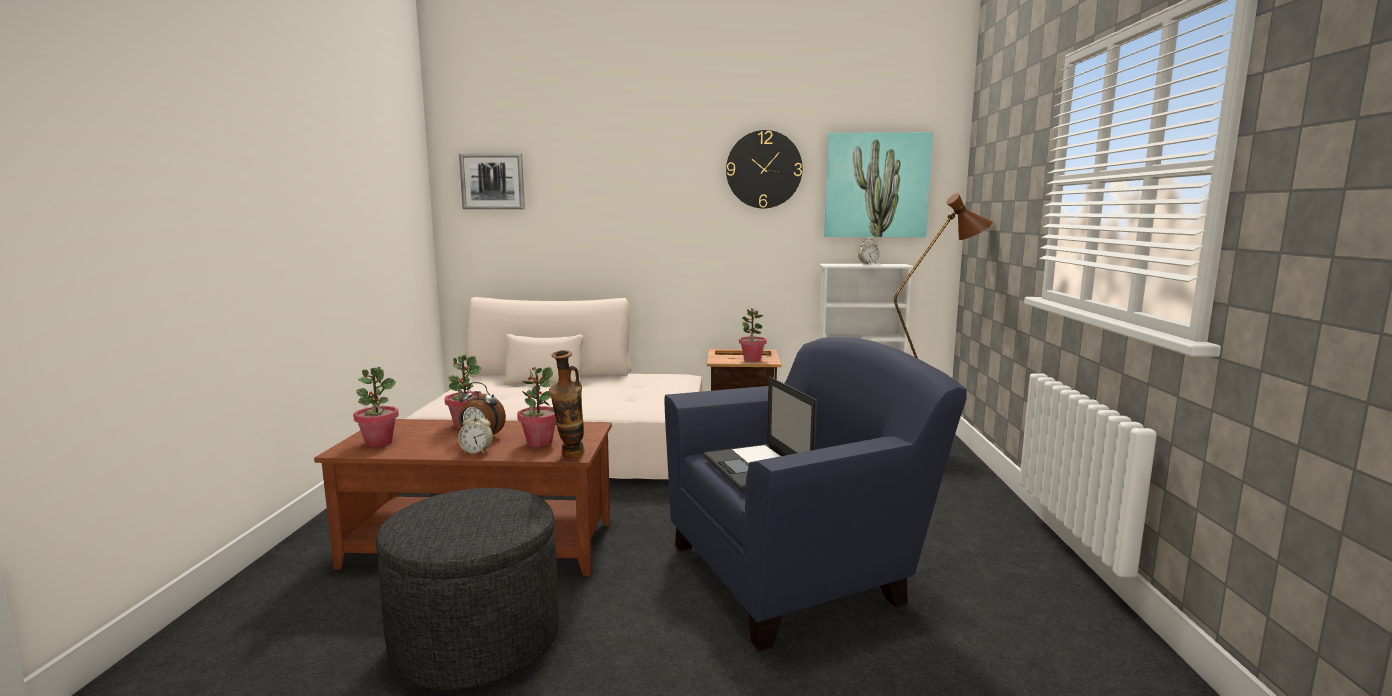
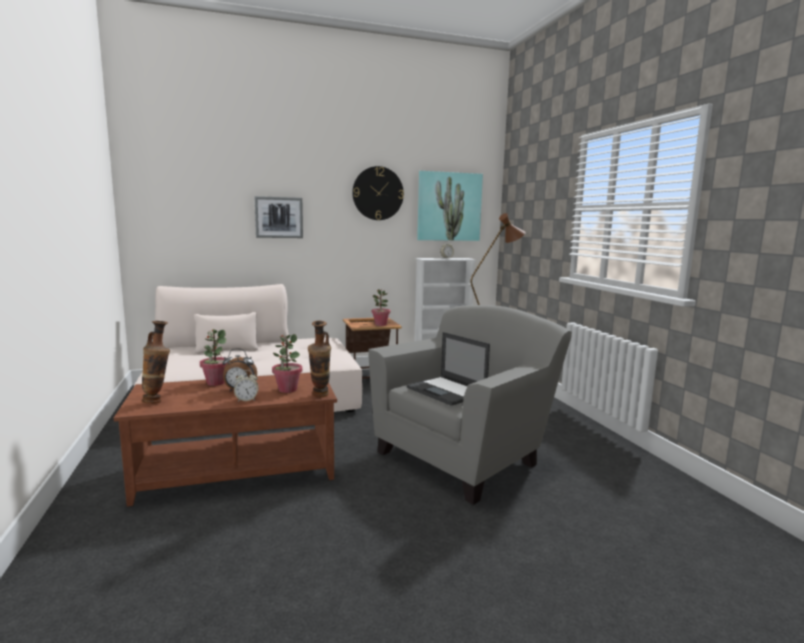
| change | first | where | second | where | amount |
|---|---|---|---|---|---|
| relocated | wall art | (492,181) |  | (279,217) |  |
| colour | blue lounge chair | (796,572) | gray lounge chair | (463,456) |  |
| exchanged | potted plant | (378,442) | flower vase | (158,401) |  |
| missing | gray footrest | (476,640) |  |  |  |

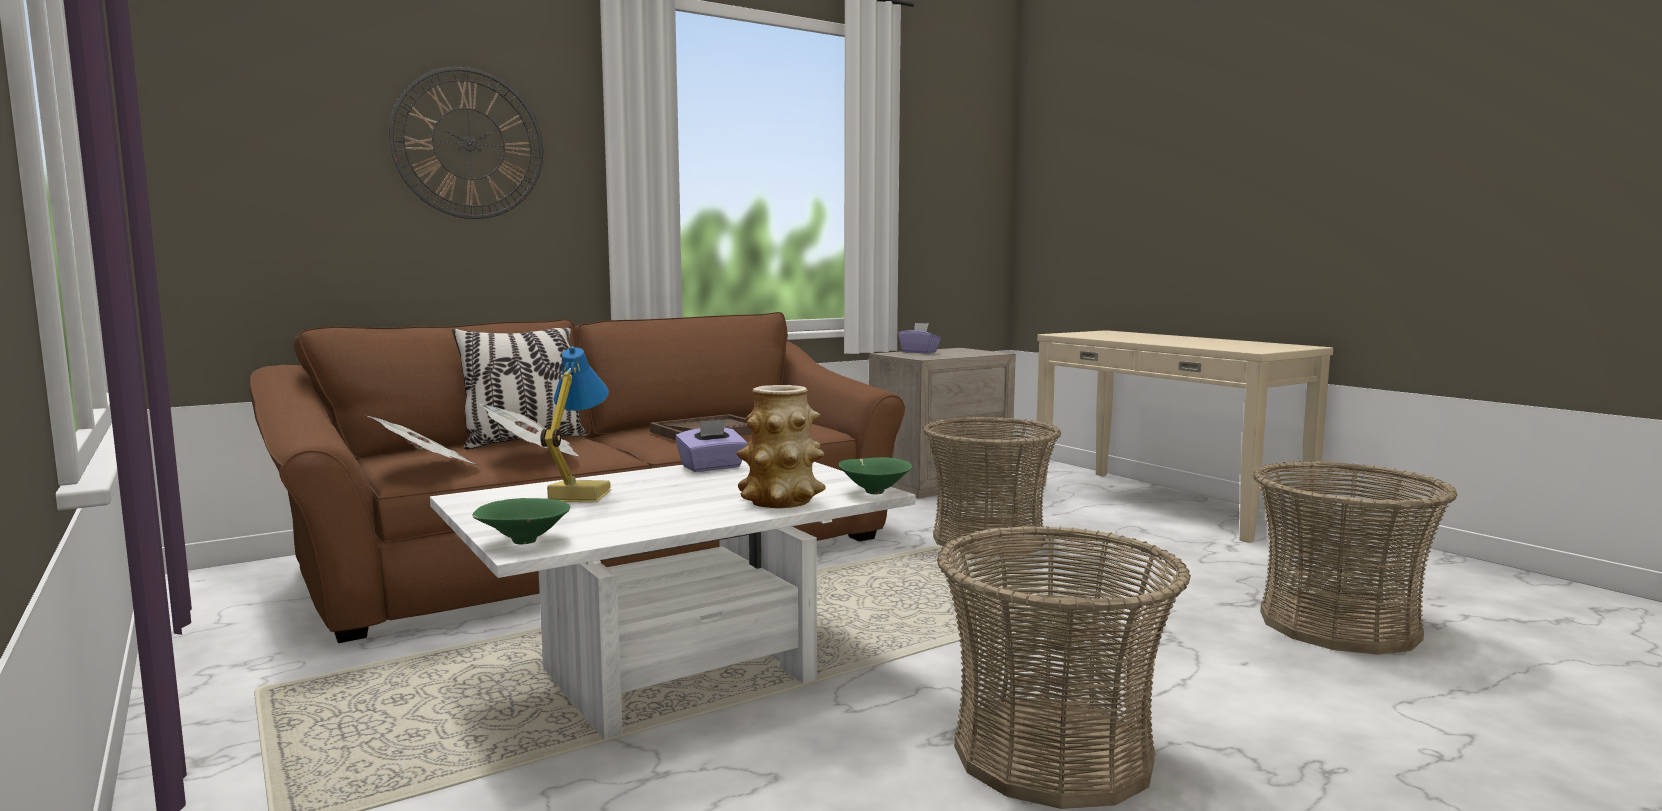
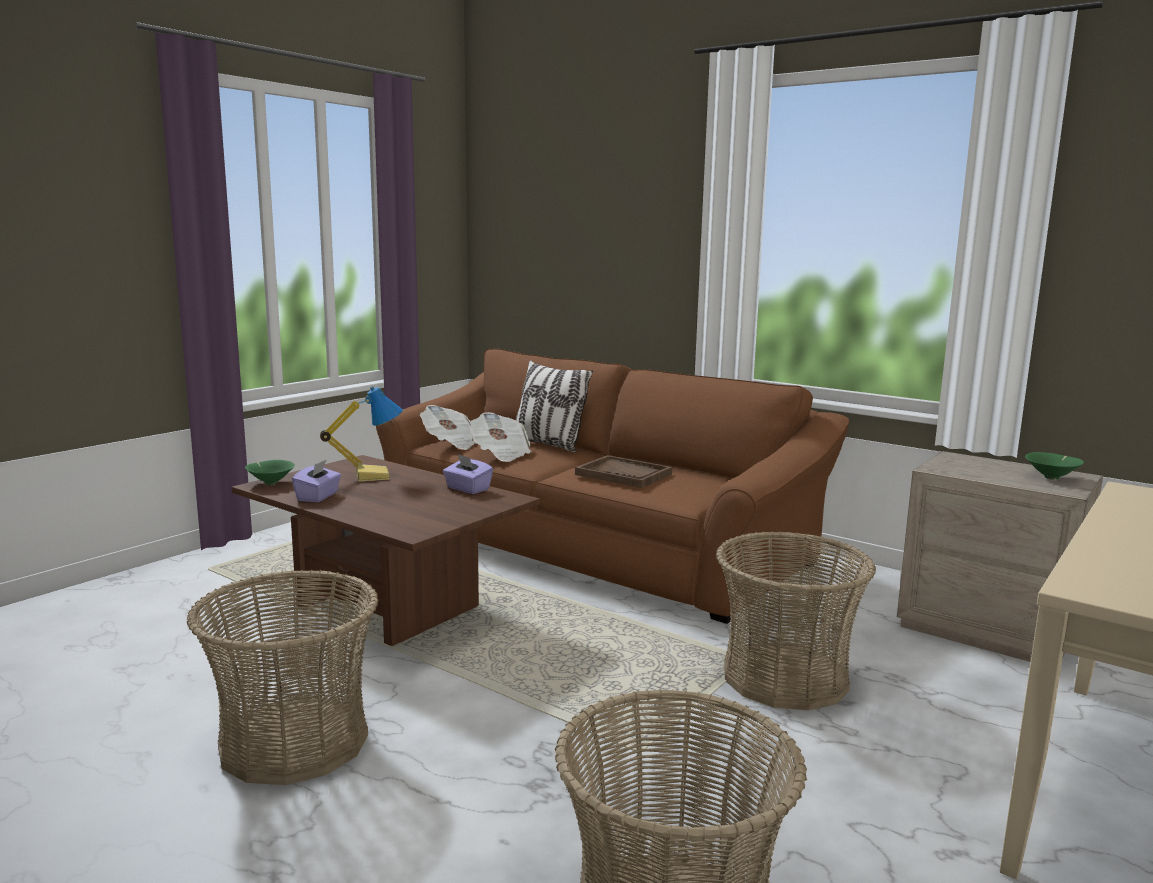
| change | first | where | second | where | amount |
|---|---|---|---|---|---|
| missing | hanging clock | (469,144) |  |  |  |
| relocated | purplish tissue holder | (919,352) |  | (318,496) |  |
| missing | flower vase | (781,501) |  |  |  |
| relocated | green serving bowl | (874,492) |  | (1052,478) |  |
| colour | white lounge table | (678,674) | brown lounge table | (388,606) |  |

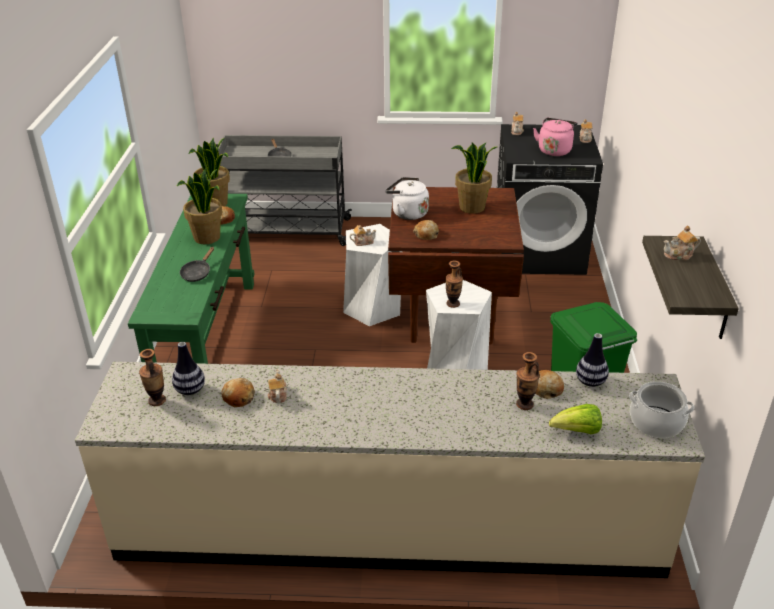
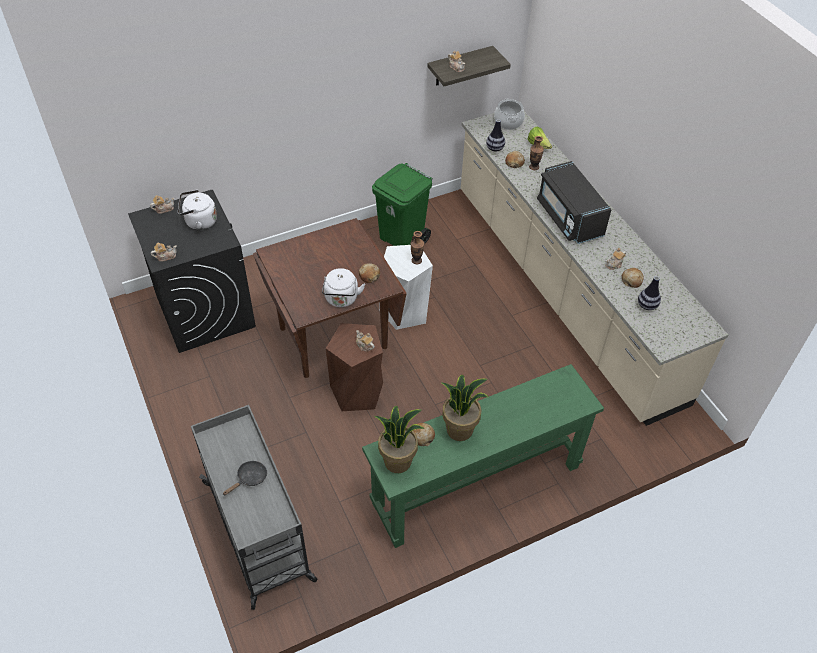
| change | first | where | second | where | amount |
|---|---|---|---|---|---|
| colour | pinkish kettle | (554,150) | white kettle | (199,222) |  |
| missing | potted plant | (472,207) |  |  |  |
| colour | white stool | (372,308) | brown stool | (357,391) |  |
| missing | blackish frying pan | (197,273) |  |  |  |
| missing | flower vase | (157,400) |  |  |  |
| appeared |  |  | blackish microwave | (569,217) |  |

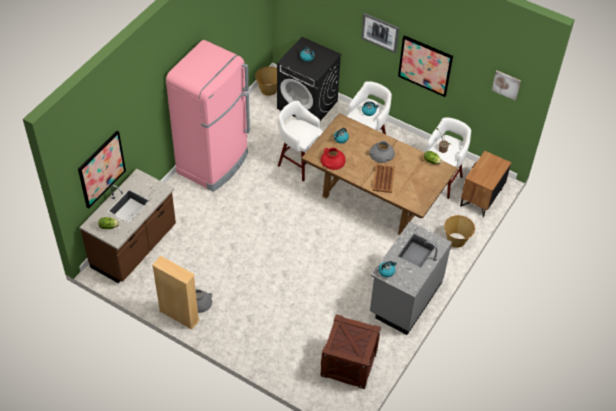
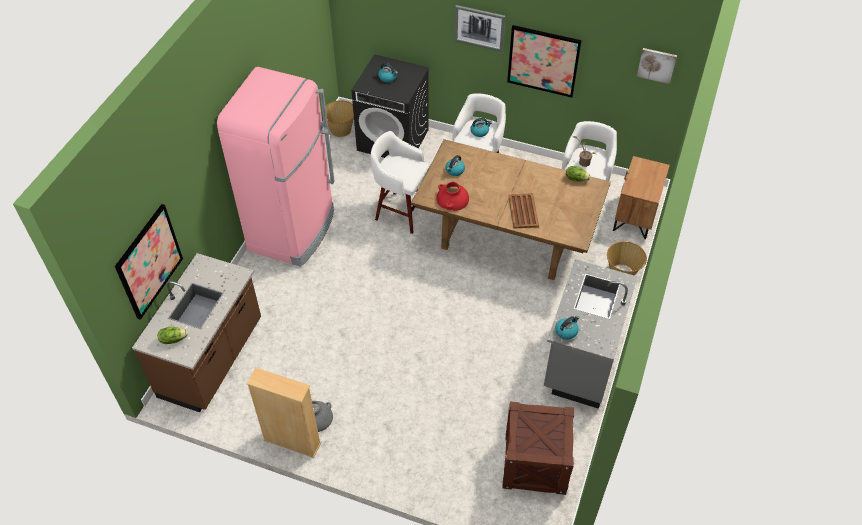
| change | first | where | second | where | amount |
|---|---|---|---|---|---|
| missing | gray flower vase | (382,154) |  |  |  |

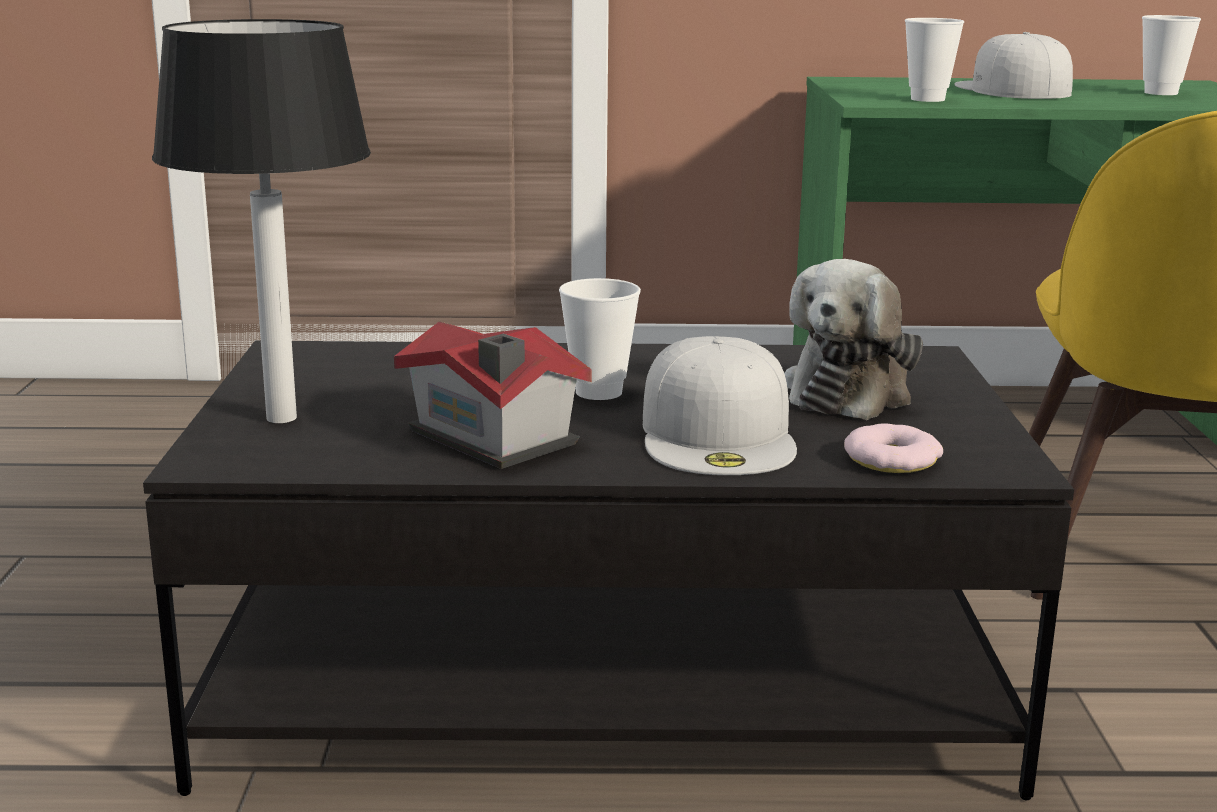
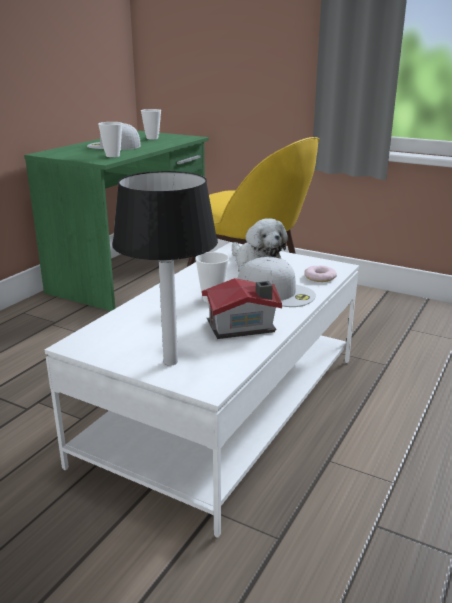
| change | first | where | second | where | amount |
|---|---|---|---|---|---|
| colour | blackish lounge table | (607,682) | white lounge table | (225,407) |  |

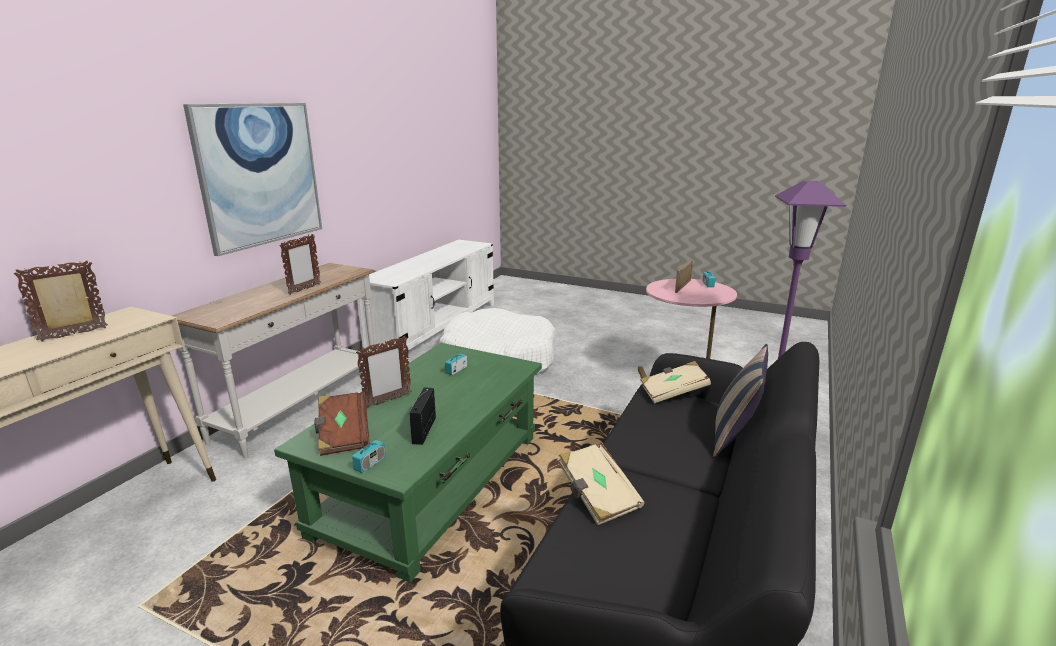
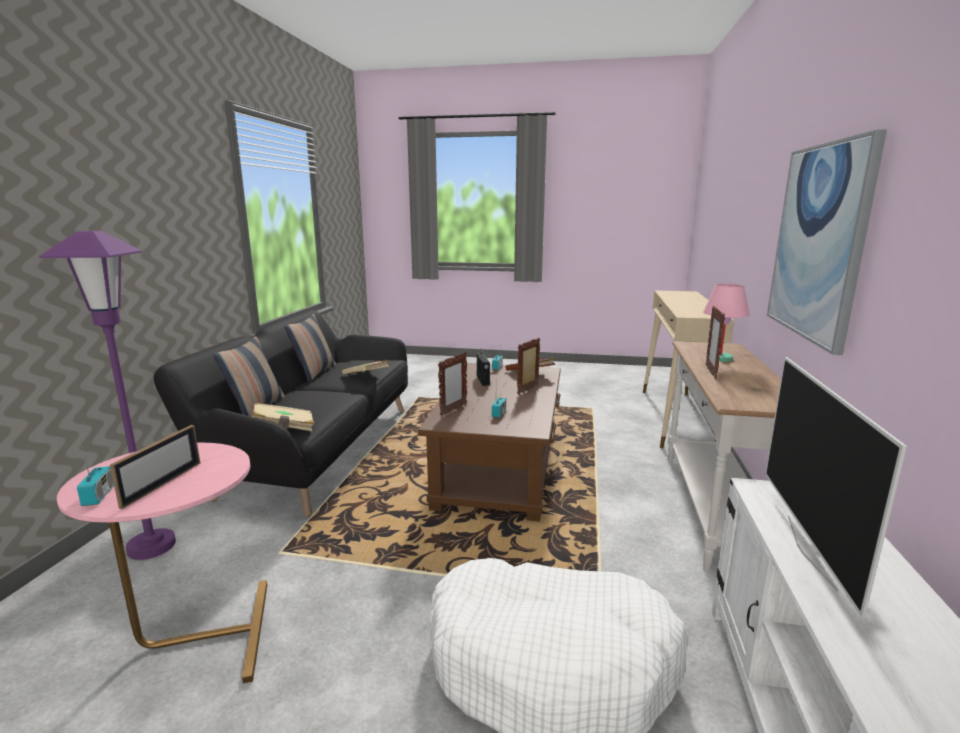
| change | first | where | second | where | amount |
|---|---|---|---|---|---|
| relocated | standing frame | (74,334) |  | (453,410) |  |
| colour | green lounge table | (431,483) | brown lounge table | (500,465) |  |
| appeared |  |  | pinkish lamp for a table | (720,358) |  |
| appeared |  |  | throw pillow | (314,373) |  |
| appeared |  |  | TV set | (812,550) |  |

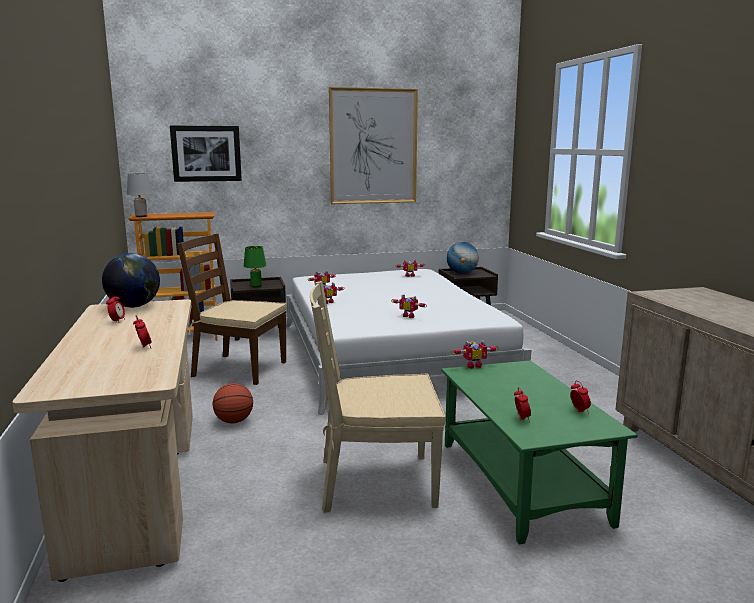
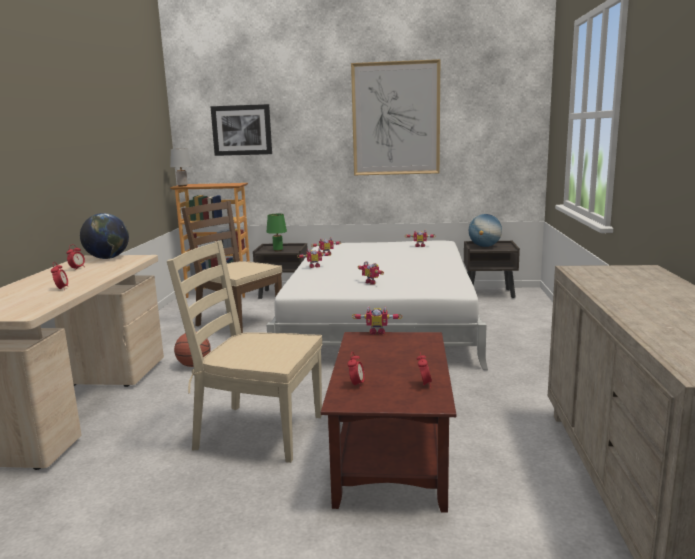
| change | first | where | second | where | amount |
|---|---|---|---|---|---|
| colour | green lounge table | (519,481) | brown lounge table | (391,451) |  |

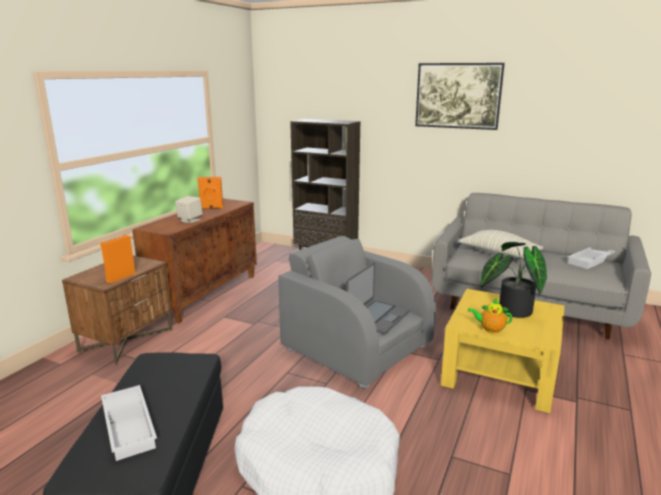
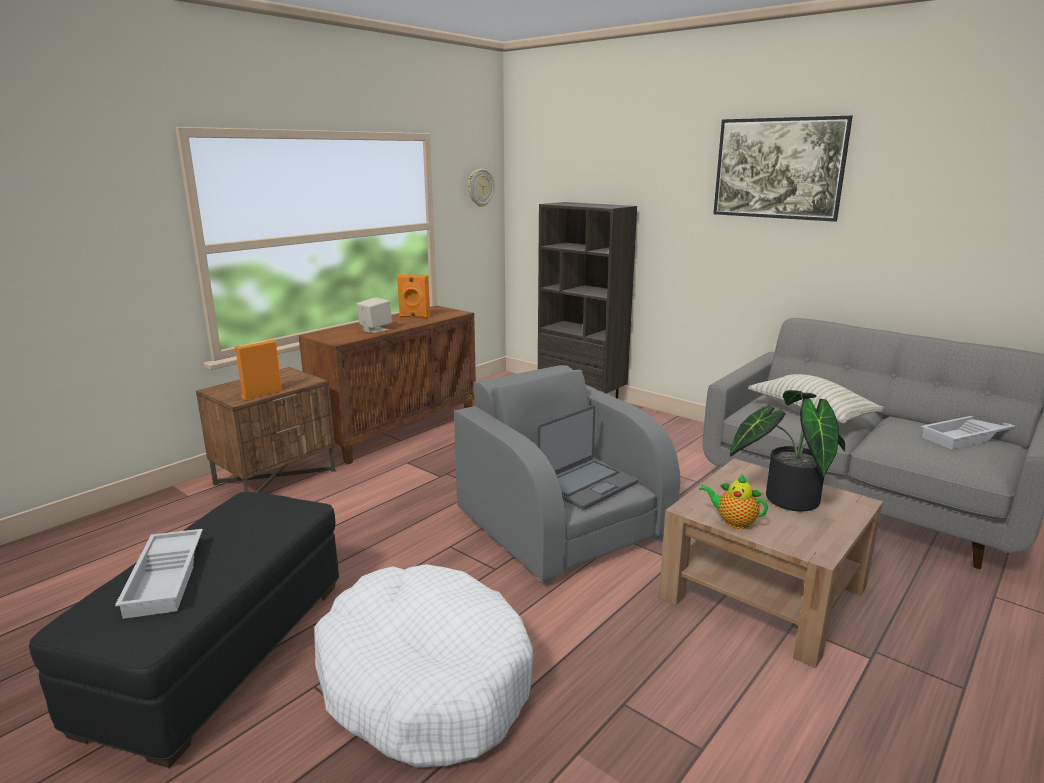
| change | first | where | second | where | amount |
|---|---|---|---|---|---|
| colour | yellow-coloured lounge table | (500,372) | brown lounge table | (763,592) |  |
| appeared |  |  | hanging clock | (480,187) |  |

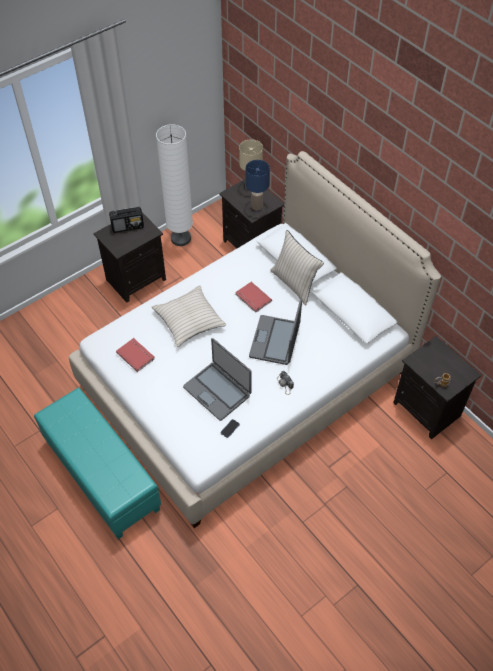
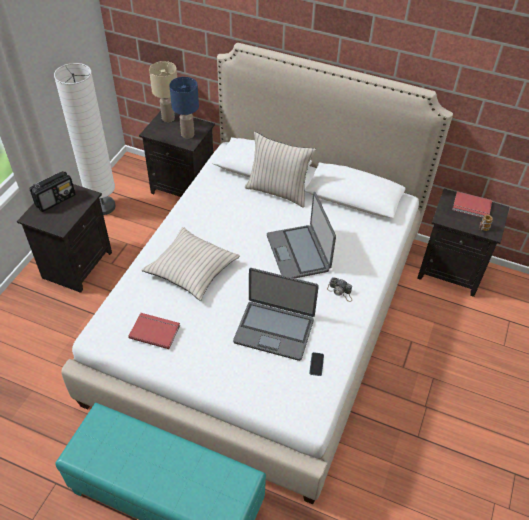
| change | first | where | second | where | amount |
|---|---|---|---|---|---|
| relocated | red-coloured volume | (252,298) |  | (471,207) |  |

